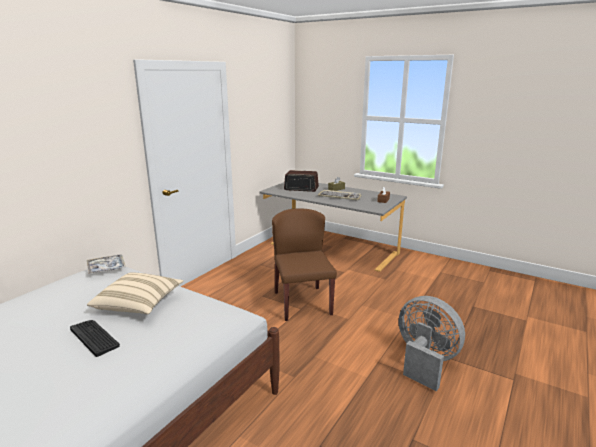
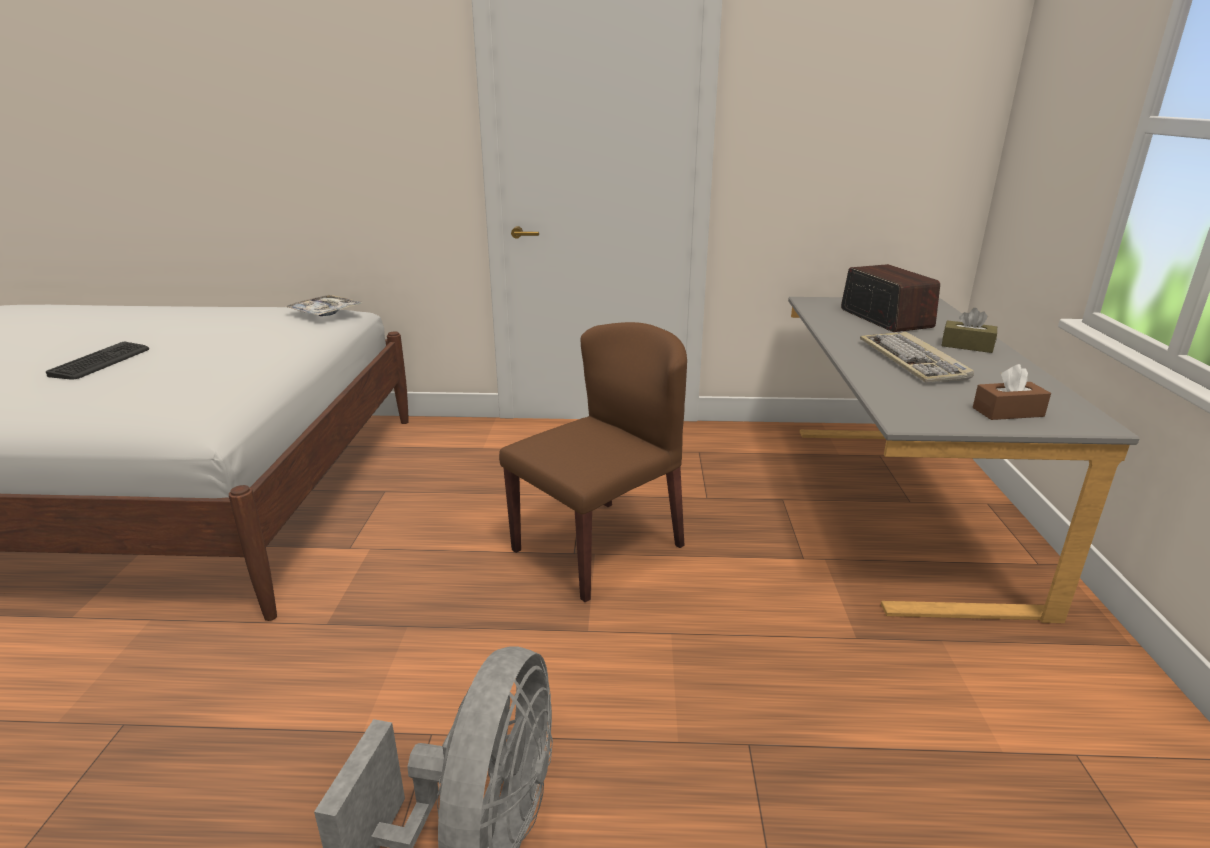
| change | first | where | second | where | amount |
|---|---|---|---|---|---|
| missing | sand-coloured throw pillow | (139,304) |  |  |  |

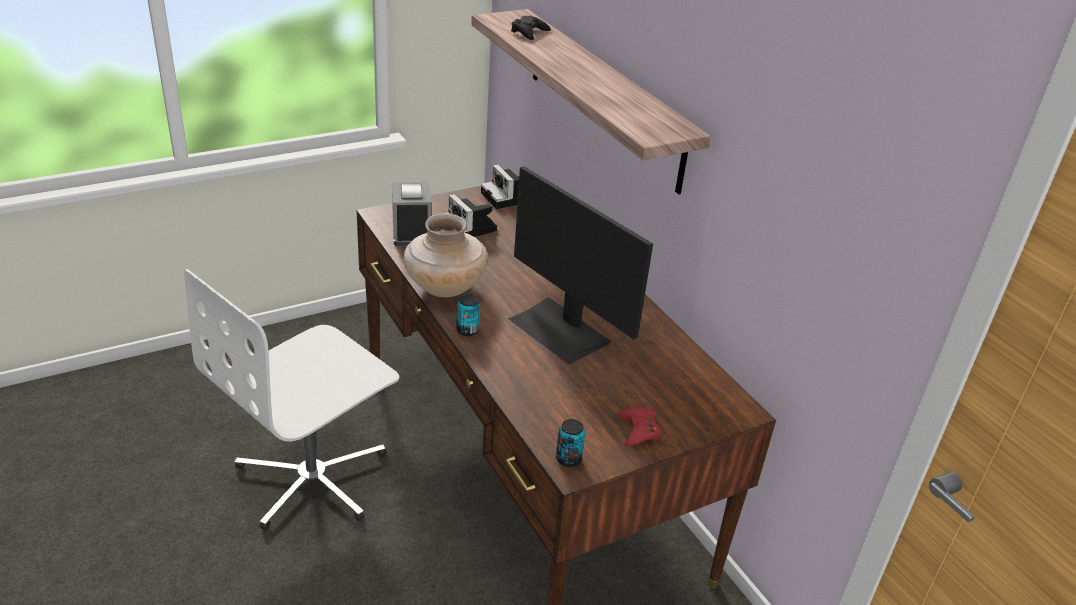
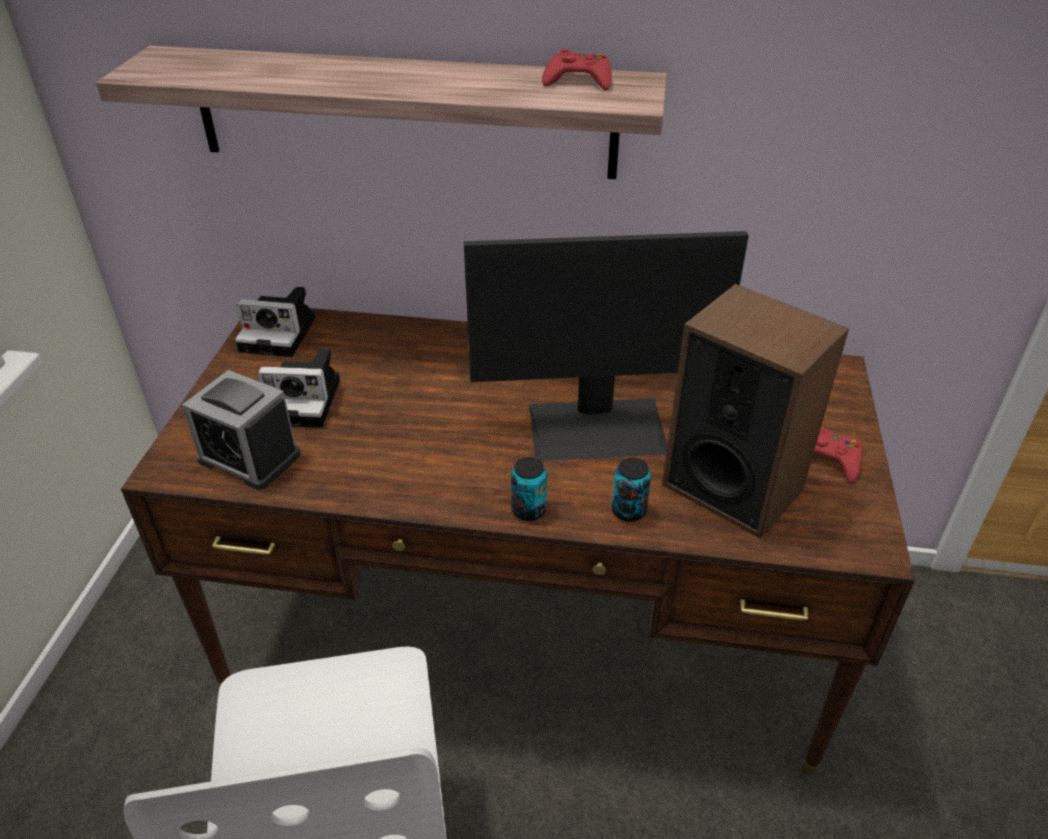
| change | first | where | second | where | amount |
|---|---|---|---|---|---|
| missing | blackish gamepad | (529,32) |  |  |  |
| missing | sand-coloured flower vase | (445,287) |  |  |  |
| relocated | metal can | (568,459) |  | (628,511) |  |
| appeared |  |  | red-coloured gamepad | (578,80) |  |
| appeared |  |  | loudspeaker | (732,486) |  |

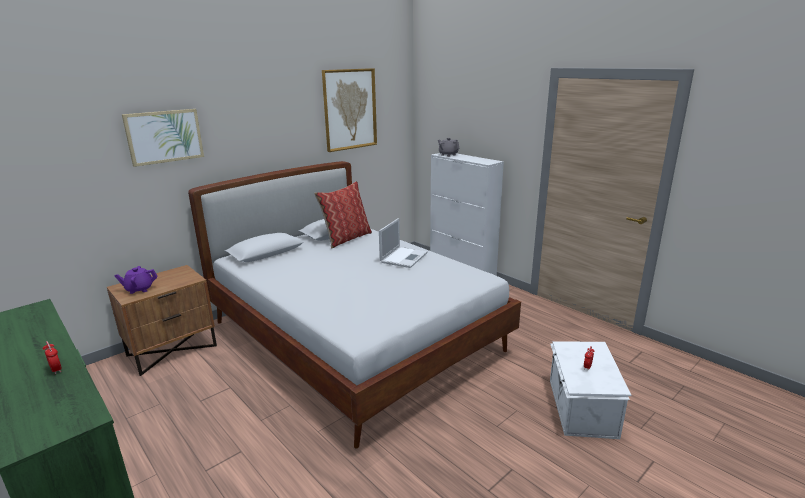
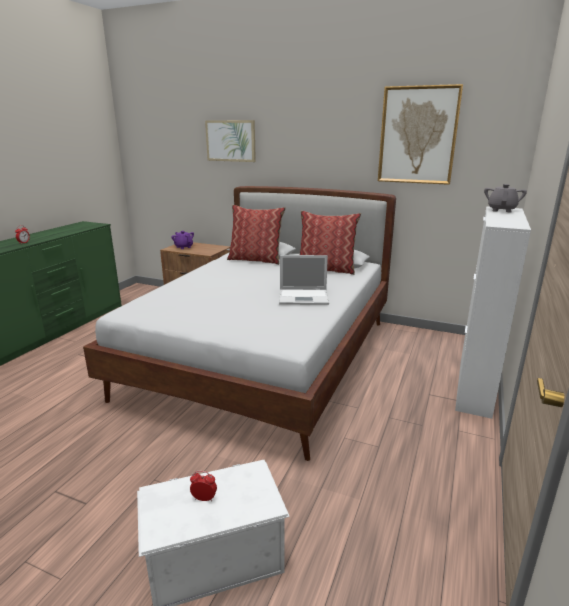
| change | first | where | second | where | amount |
|---|---|---|---|---|---|
| appeared |  |  | throw pillow | (256,260) |  |

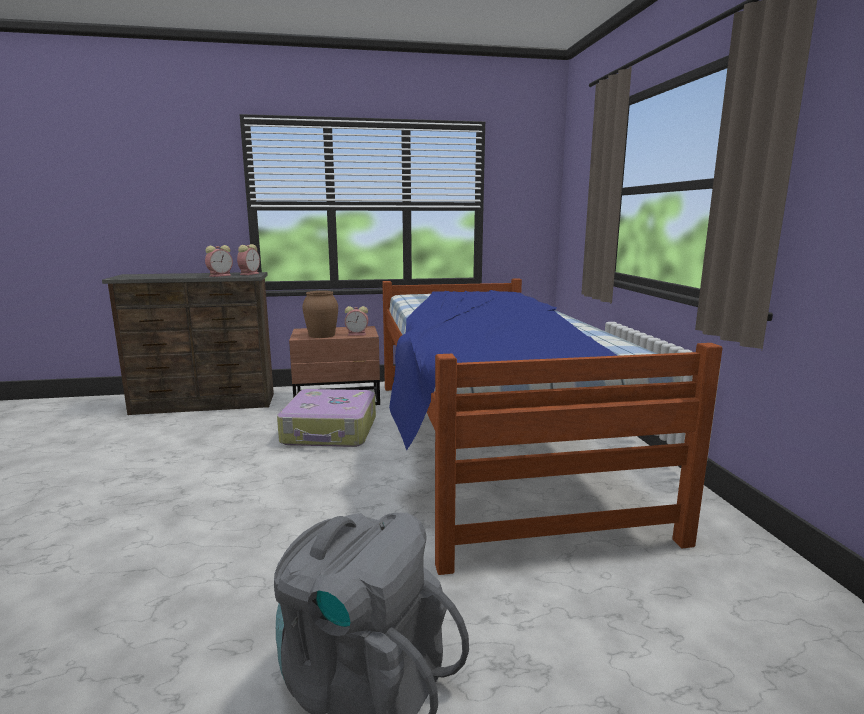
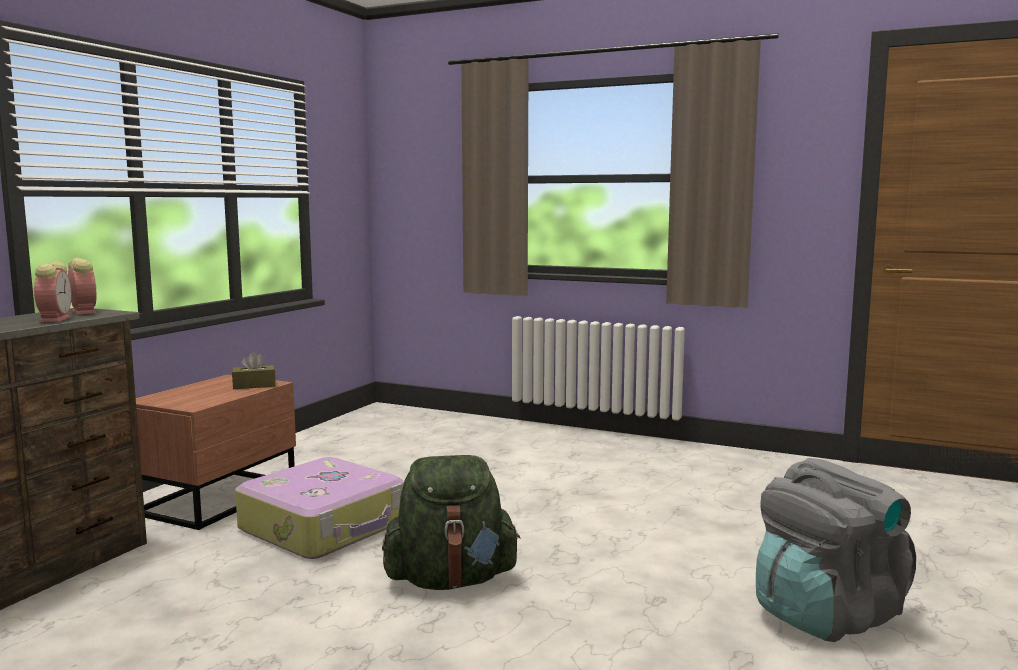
| change | first | where | second | where | amount |
|---|---|---|---|---|---|
| missing | sleeping bed | (488,442) |  |  |  |
| missing | brown flower vase | (322,335) |  |  |  |
| exchanged | alarm clock | (357,334) | brown tissue holder | (254,385) |  |
| appeared |  |  | green rucksack | (451,580) |  |

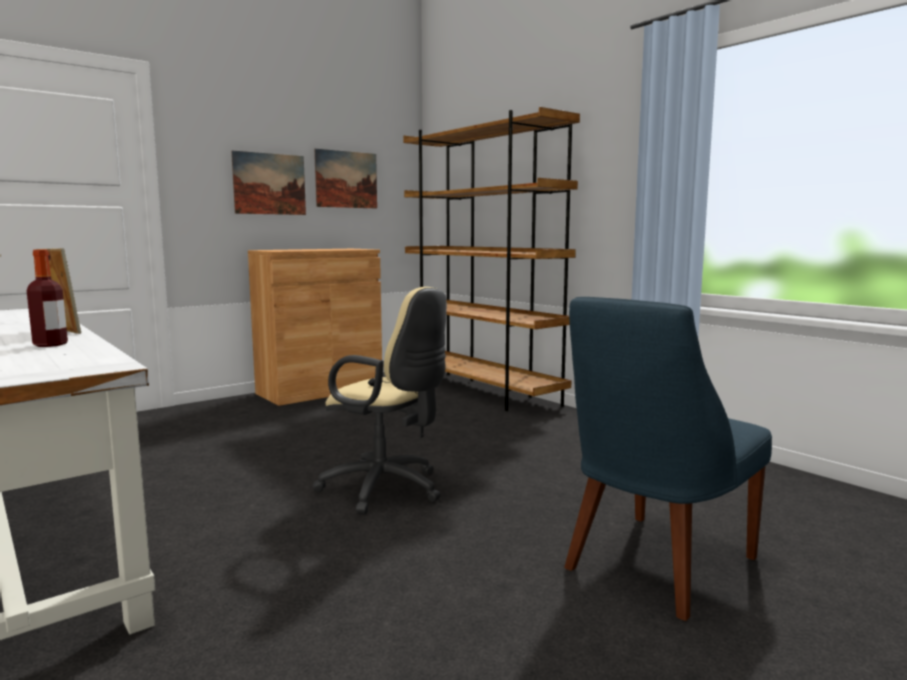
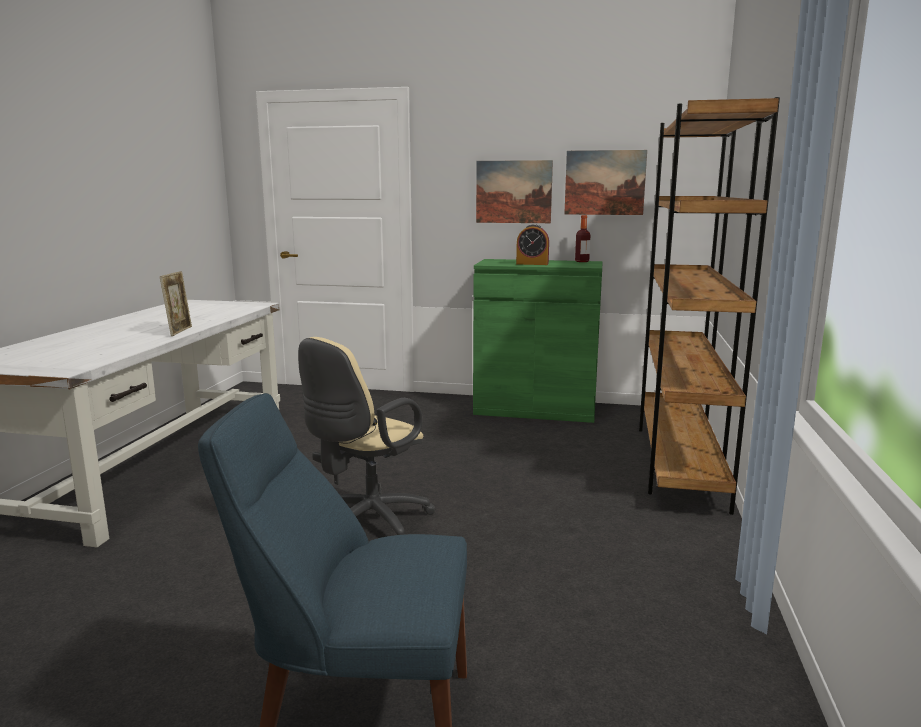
| change | first | where | second | where | amount |
|---|---|---|---|---|---|
| colour | brown cabinet | (320,390) | green cabinet | (535,409) |  |
| relocated | drink bottle | (50,344) |  | (582,261) |  |
| spun | sand-coloured office chair | (387,490) |  | (366,525) | 45 degrees clockwise |
| appeared |  |  | alarm clock | (532,264) |  |

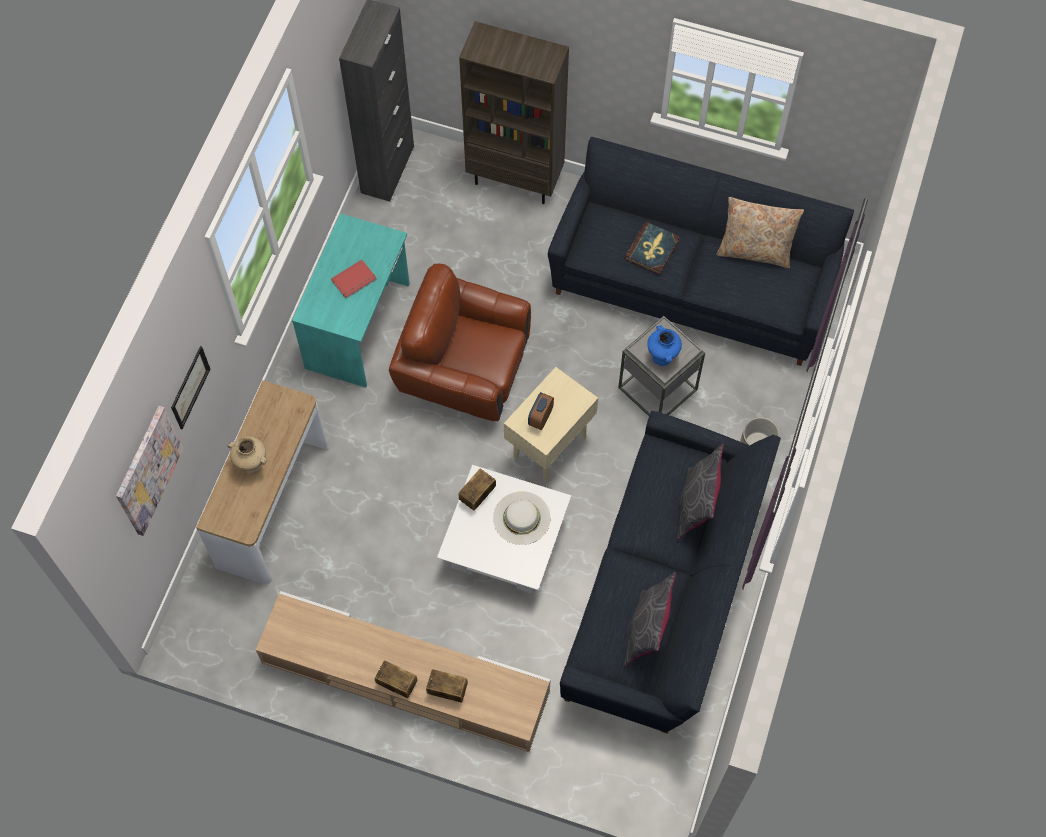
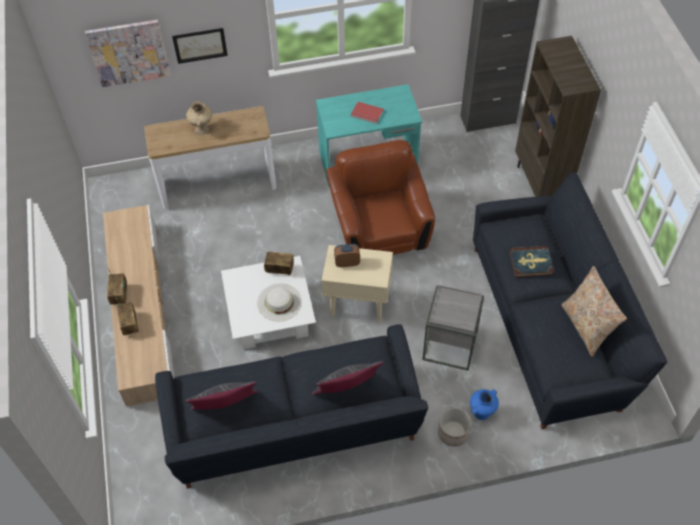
| change | first | where | second | where | amount |
|---|---|---|---|---|---|
| relocated | blue flower vase | (662,357) |  | (481,413) |  |

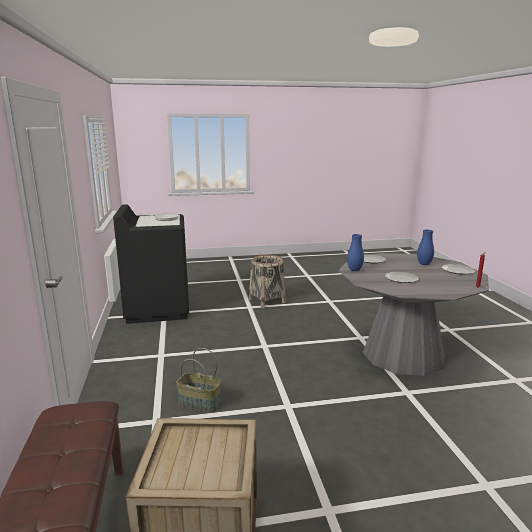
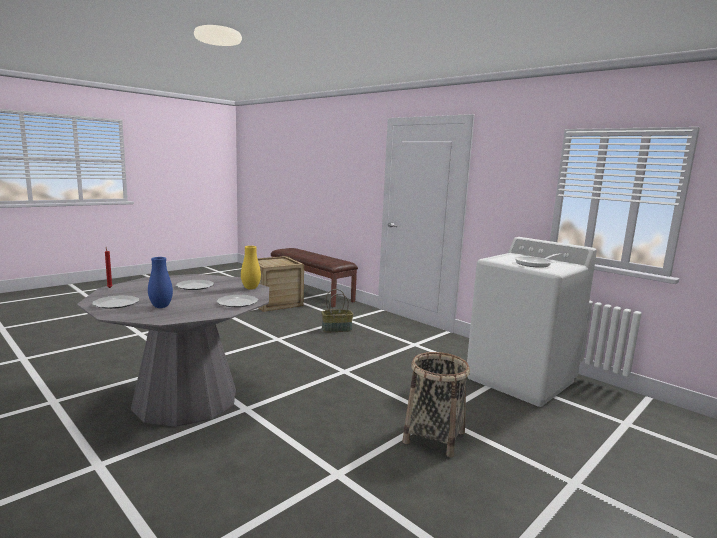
| change | first | where | second | where | amount |
|---|---|---|---|---|---|
| colour | blackish laundry appliance | (158,309) | white laundry appliance | (521,380) |  |
| colour | blue flower vase | (354,270) | yellow-coloured flower vase | (250,288) |  |

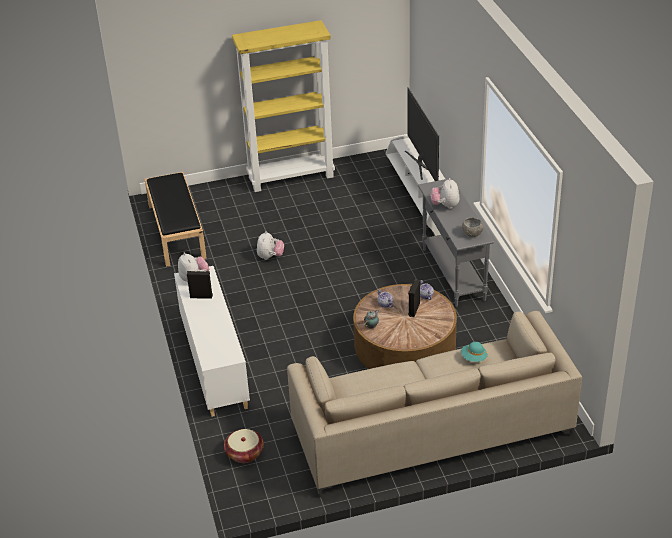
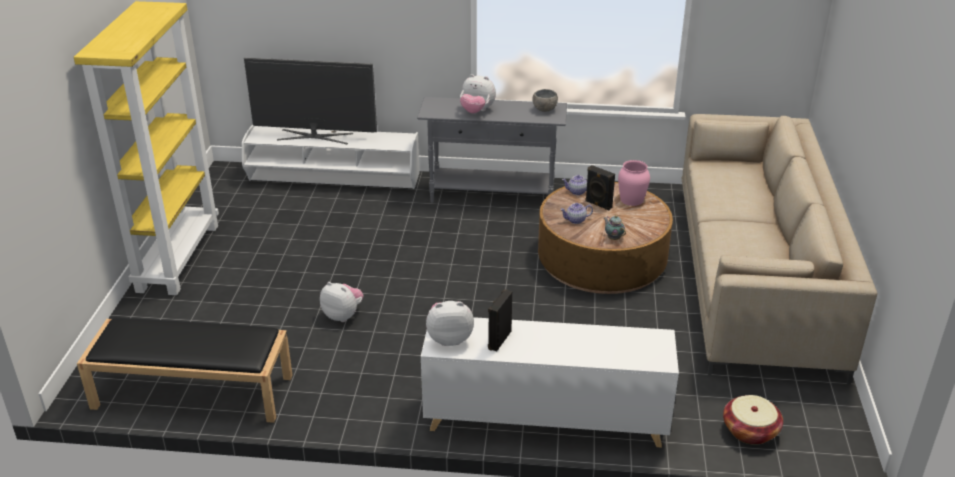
| change | first | where | second | where | amount |
|---|---|---|---|---|---|
| missing | turquoise-coloured wearable hat | (473,358) |  |  |  |
| appeared |  |  | pinkish flower vase | (631,199) |  |

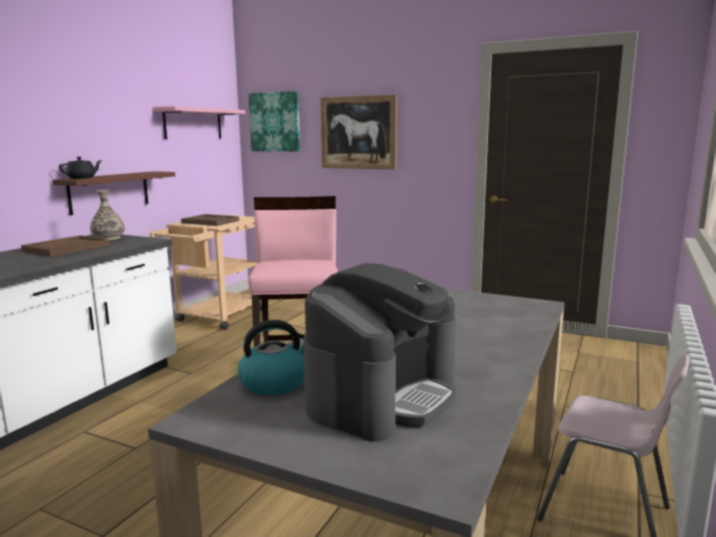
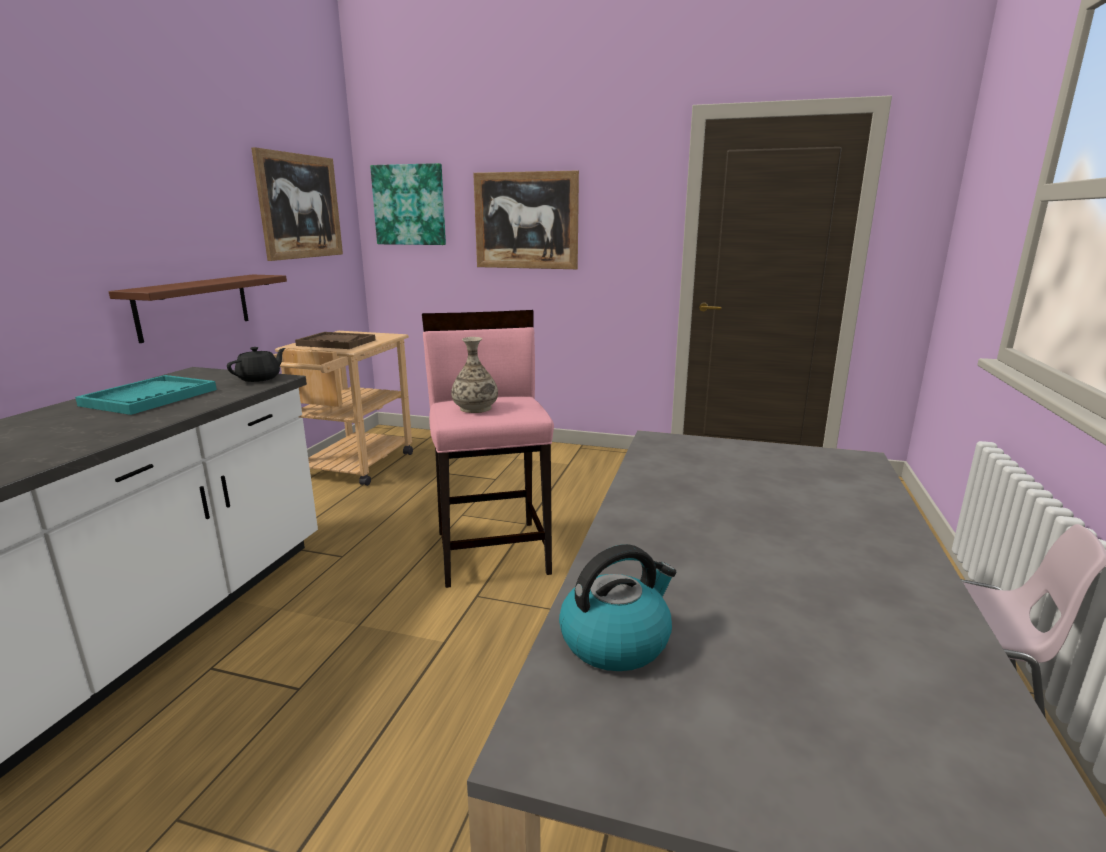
| change | first | where | second | where | amount |
|---|---|---|---|---|---|
| exchanged | pinkish shelf | (193,124) | wall art | (300,206) |  |
| relocated | blackish pot for tea | (82,178) |  | (260,378) |  |
| relocated | flower vase | (108,238) |  | (475,408) |  |
| colour | brown carrying tray | (66,248) | turquoise-coloured carrying tray | (150,397) |  |
| missing | coffee brewer | (382,395) |  |  |  |

